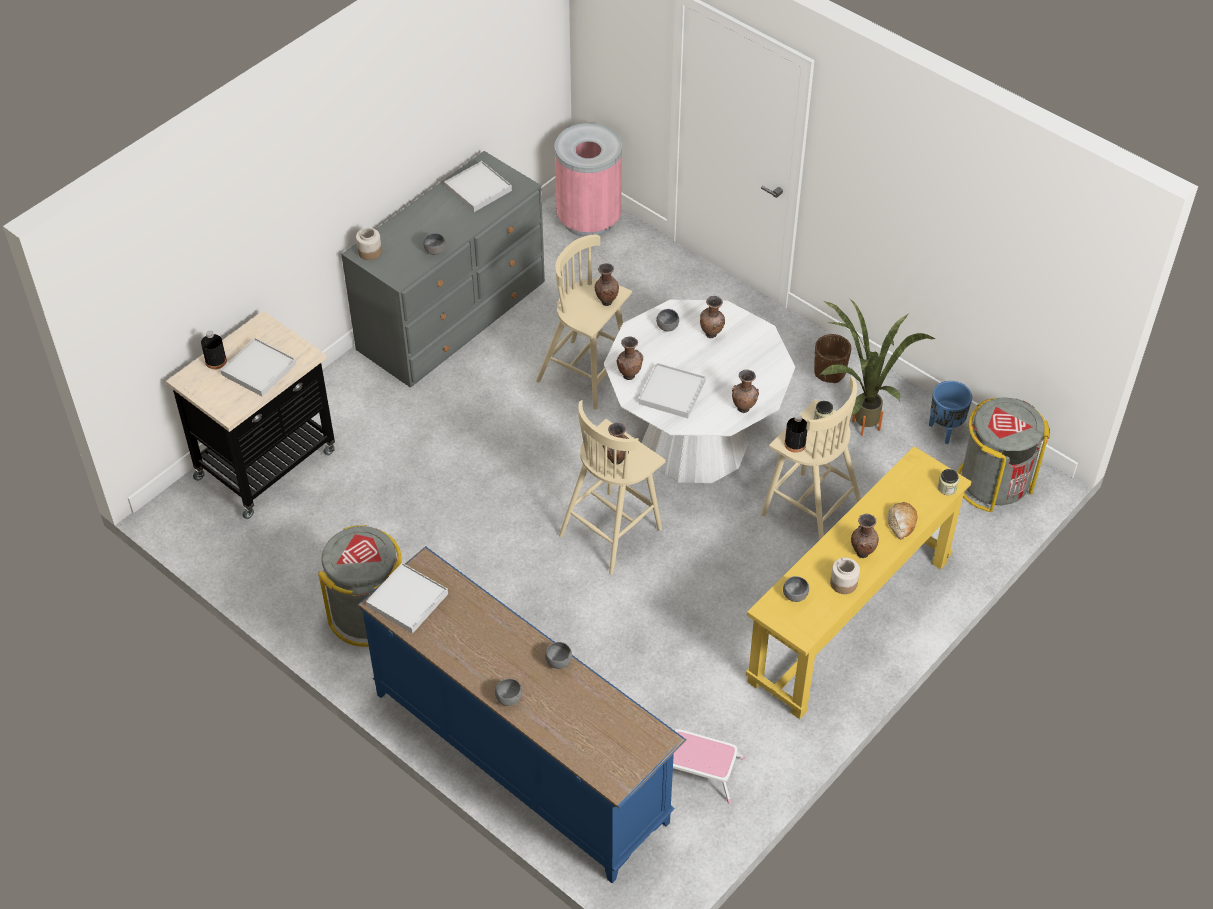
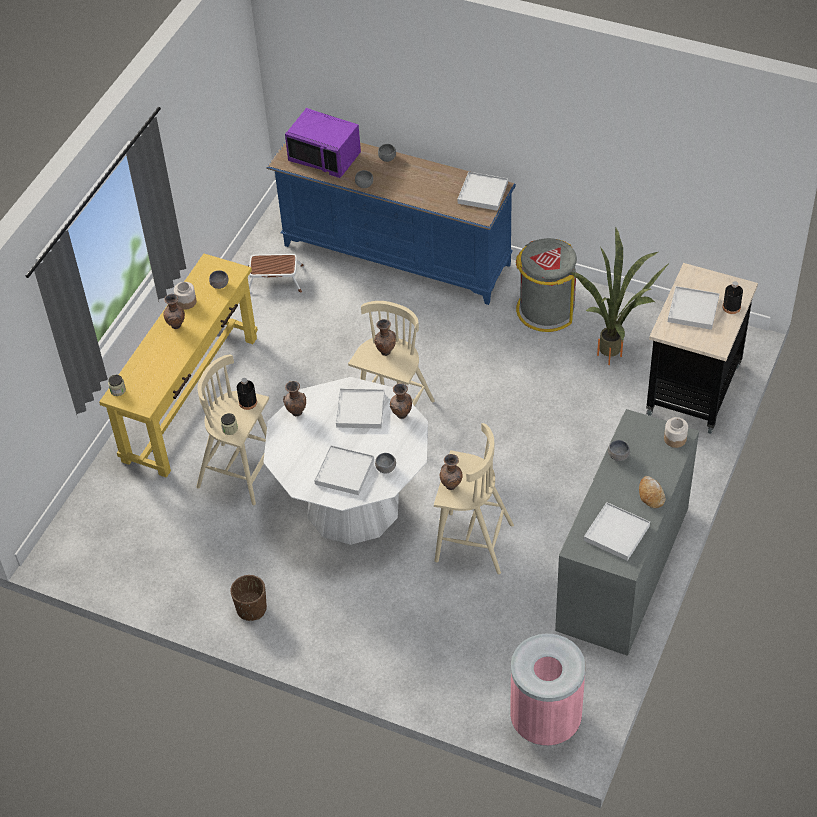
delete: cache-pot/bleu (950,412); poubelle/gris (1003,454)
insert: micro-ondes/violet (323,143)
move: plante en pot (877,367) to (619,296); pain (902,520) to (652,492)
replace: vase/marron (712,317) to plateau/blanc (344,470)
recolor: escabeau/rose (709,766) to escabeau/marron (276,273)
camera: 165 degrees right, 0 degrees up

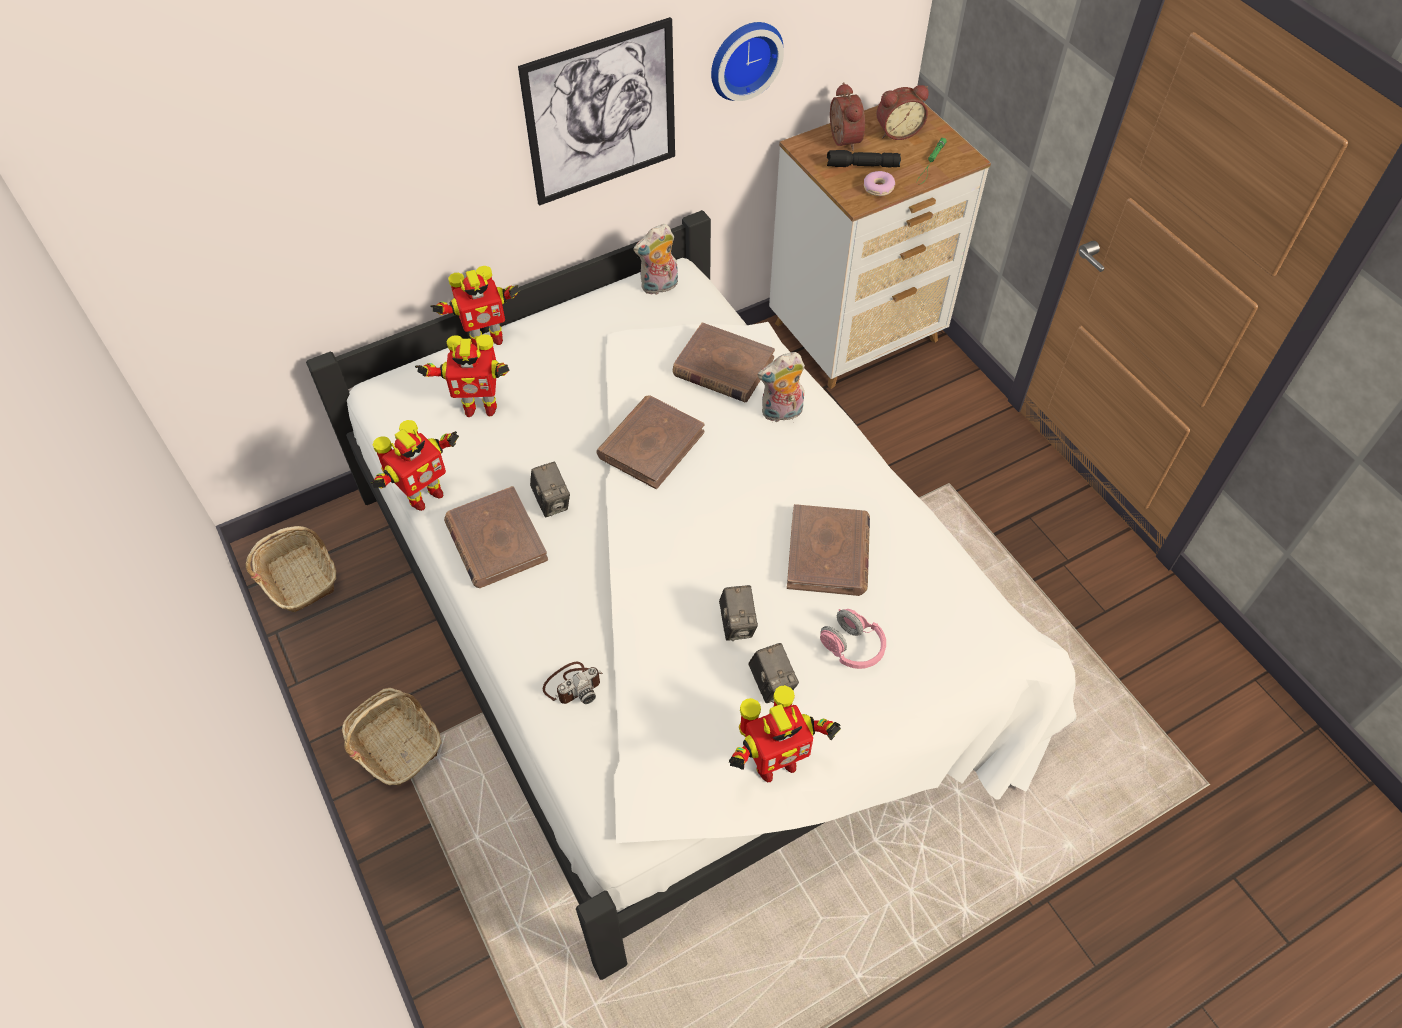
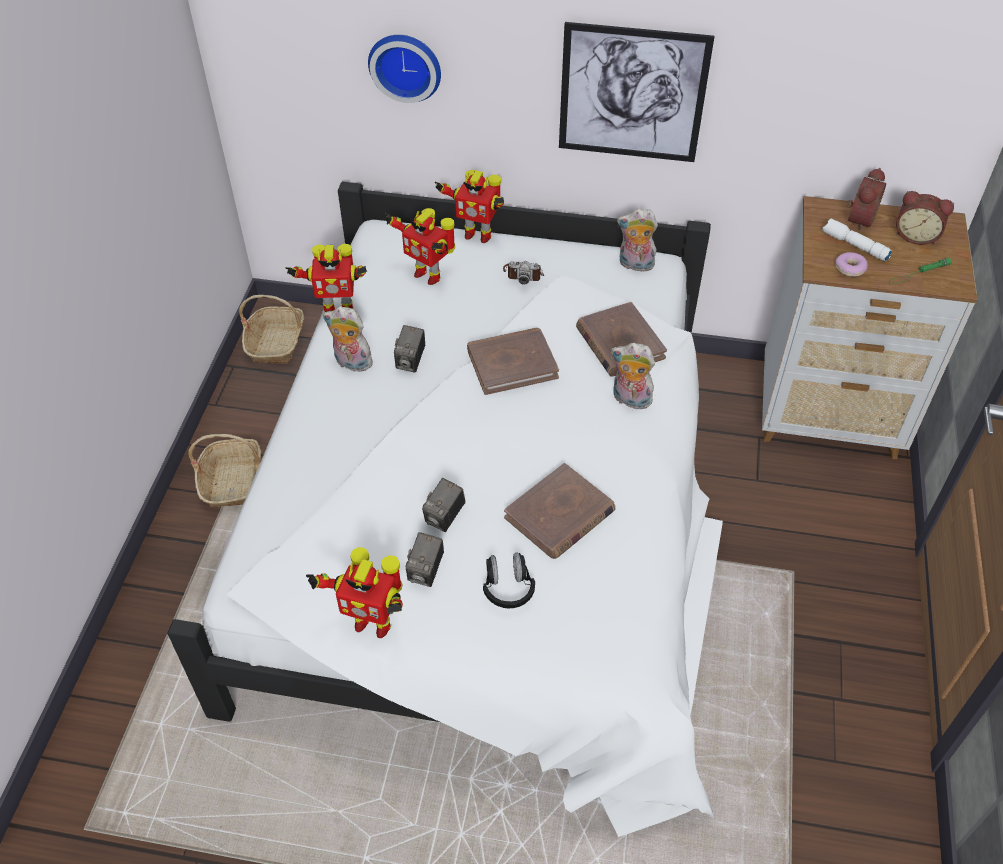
move: appareil photo (573,683) to (523,273); horloge murale (747,61) to (404,69)
replace: livre/marron (496,537) to peluche (348,339)
recolor: casque audio/rose (853,639) to casque audio/noir (509,580); lampe de poche/noir (864,158) to lampe de poche/blanc (857,240)
camera: 40 degrees right, 5 degrees down

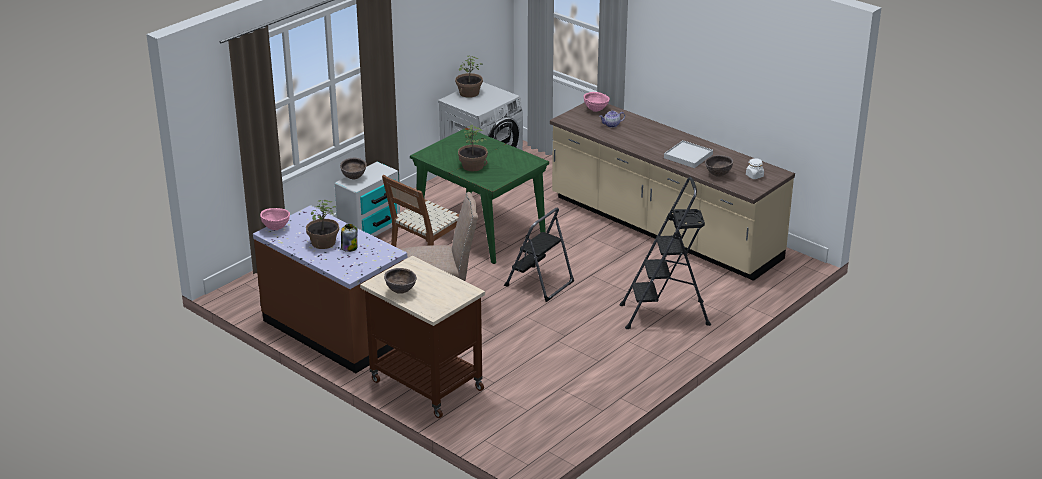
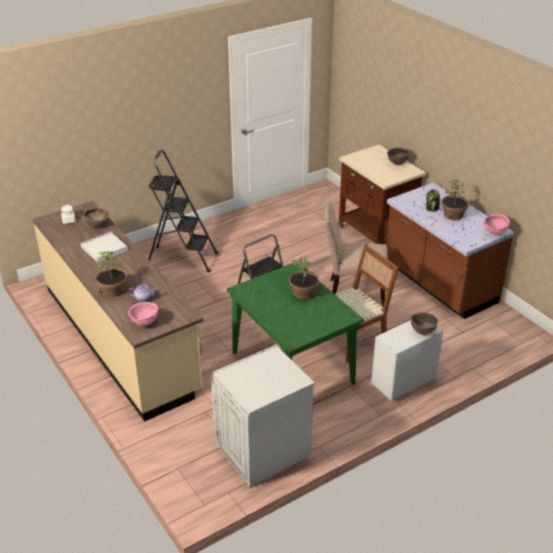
move: plante en pot (469,77) to (110,274)
camera: 165 degrees left, 5 degrees up

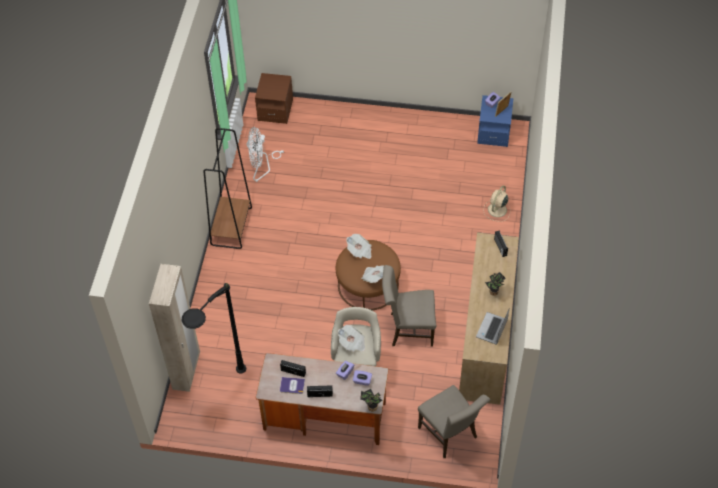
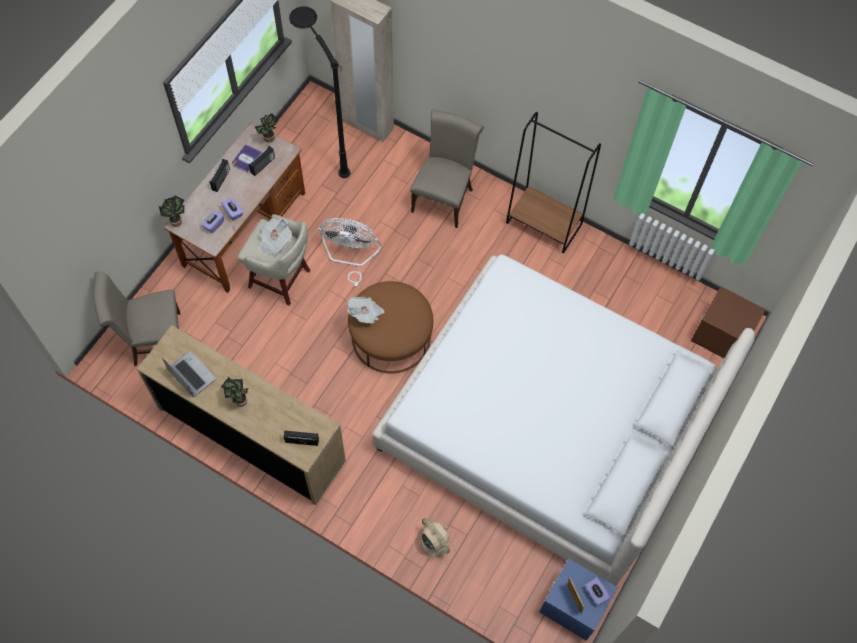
delete: journal (359,246)
insert: plante en pot (266,128); lit/blanc (564,420)
move: ventilateur/blanc (266,154) to (350,252); chaise/beige (409,306) to (447,168)
camera: 110 degrees right, 10 degrees up

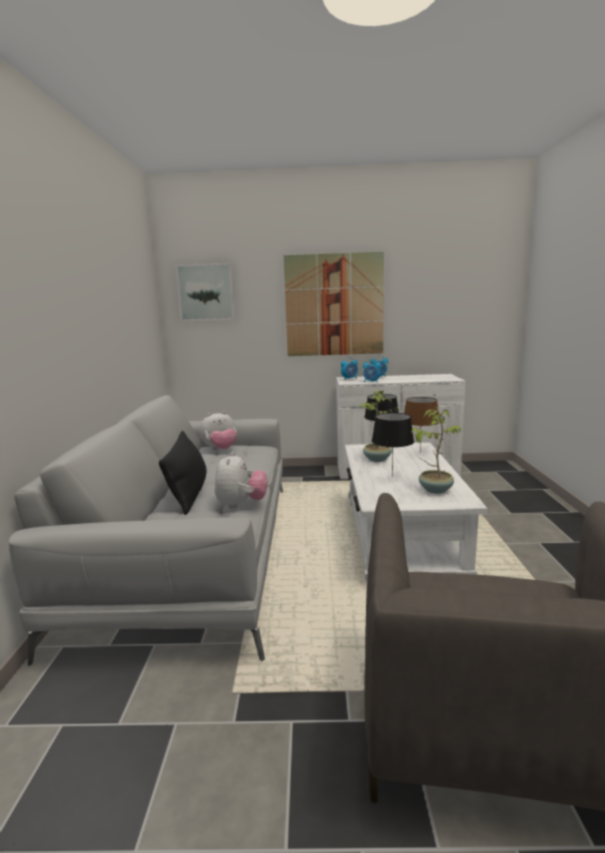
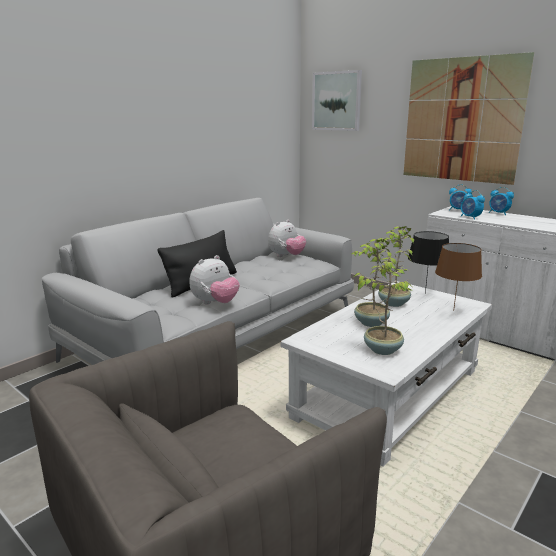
replace: lampe de table/noir (393,445) to plante en pot (371,283)
rotate: peluche (218,430) = (287,238) 60 degrees counterclockwise
camera: 40 degrees right, 5 degrees up

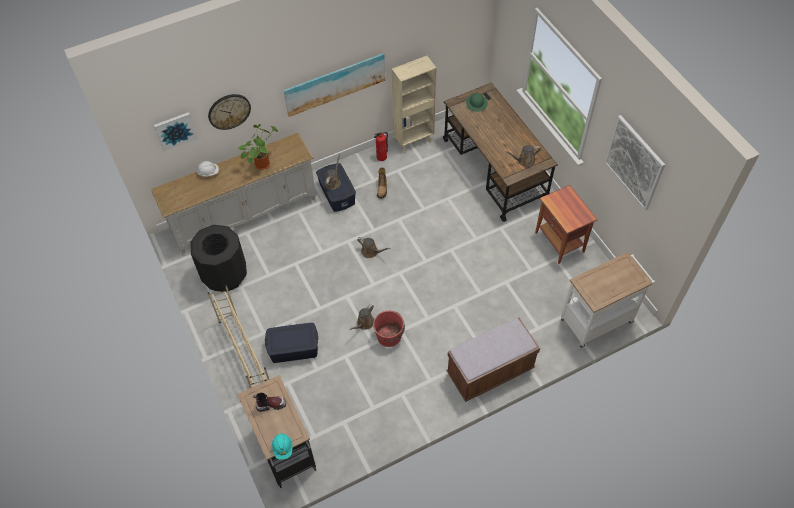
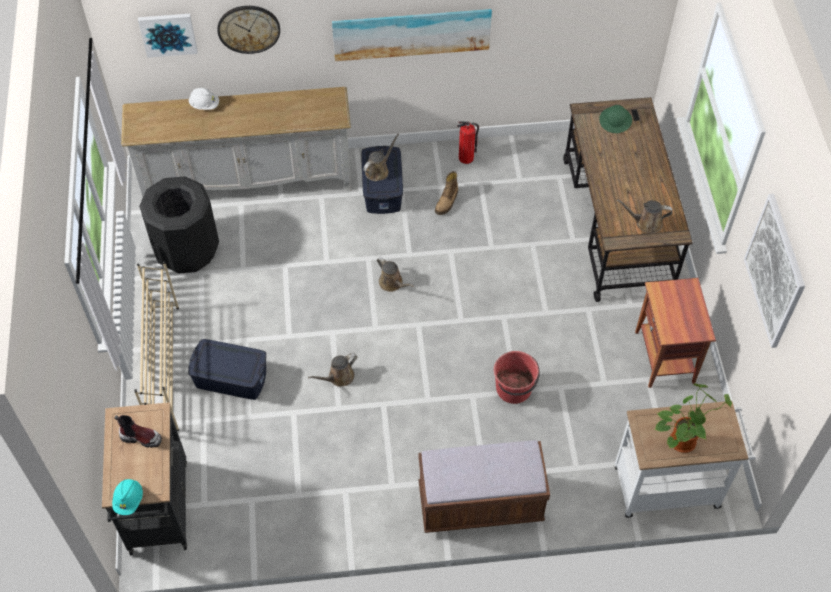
delete: bibliothèque/beige (414,104)
move: plante en pot (258,147) to (693,418); seau/rouge (389,329) to (517,377)
camera: 20 degrees right, 0 degrees up

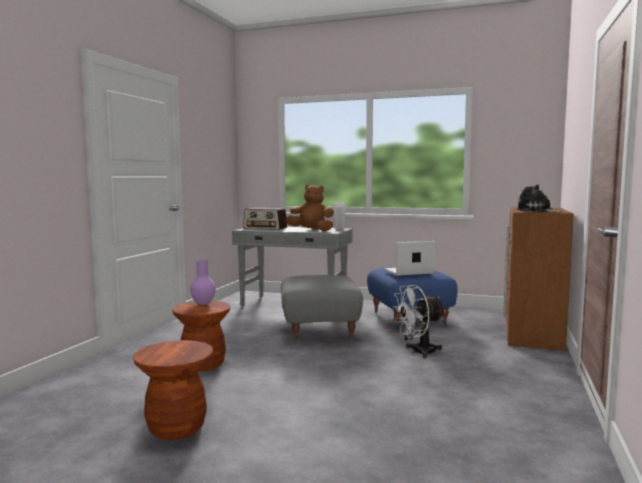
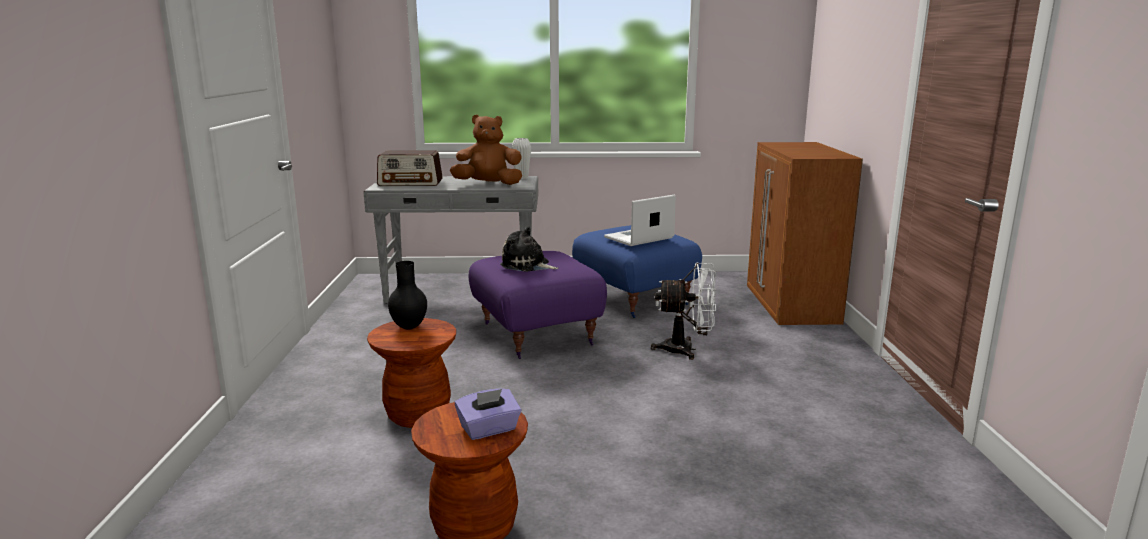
insert: boîte à mouchoirs/violet (488,414)
move: peluche (539,198) to (529,249)
recolor: vase/violet (203,282) to vase/noir (407,295); pouf/gris (322,309) to pouf/violet (538,305)
rotate: ventilateur/blanc (418,321) = (684,311) 135 degrees counterclockwise
camera: 20 degrees left, 10 degrees up

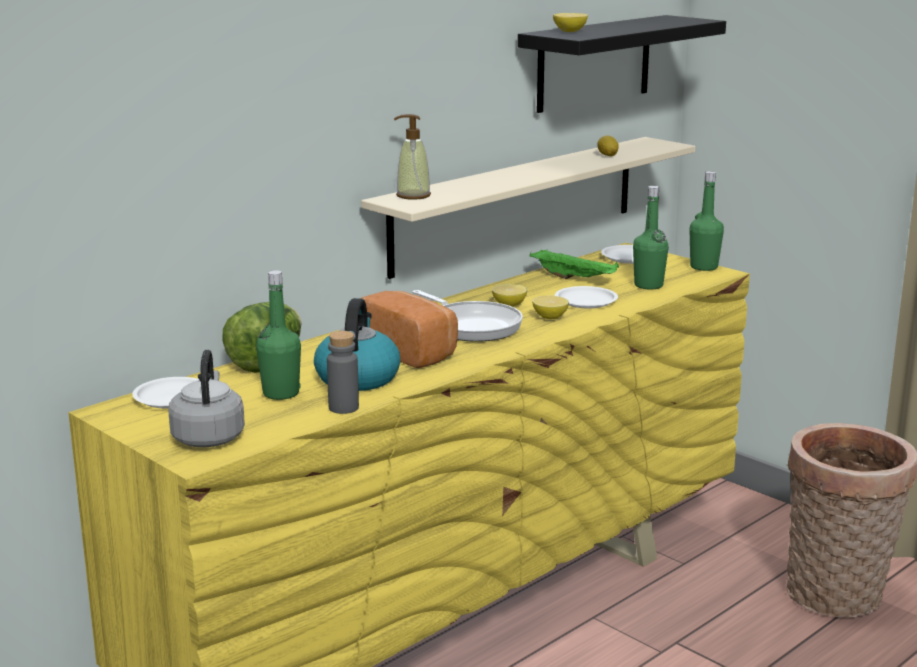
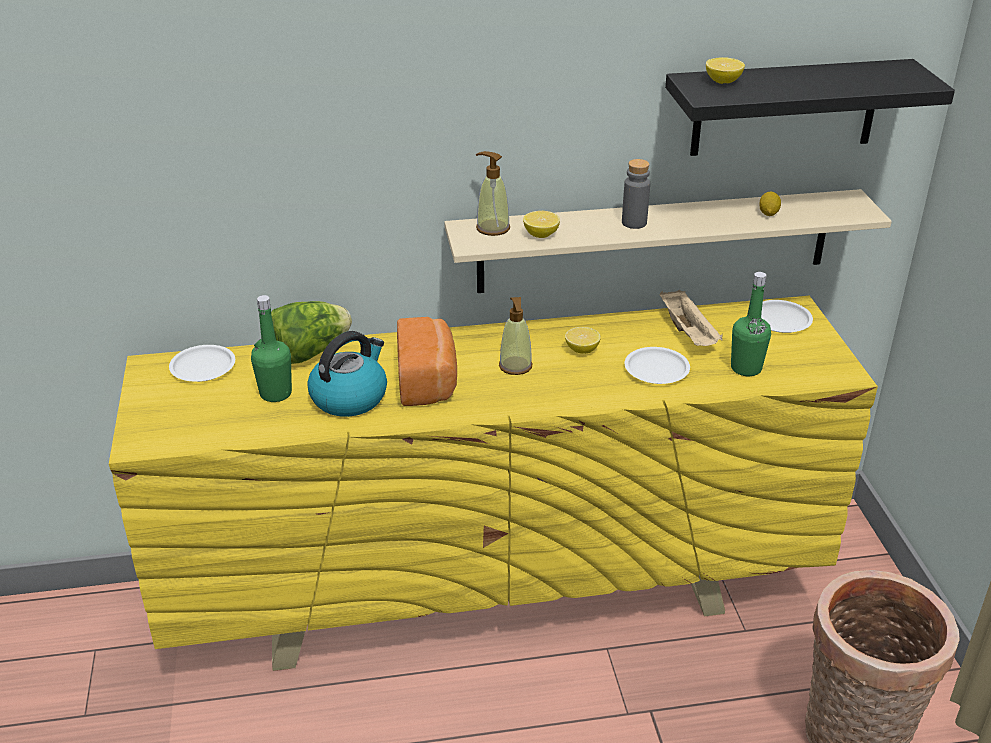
delete: bouilloire/gris (206,398); bouteille/vert (707,221)
move: bouteille/gris (343,372) to (636,194); citron (550,307) to (541,224)
replace: poêle (467,316) to distributeur de savon (515,336)
recolor: plateau/vert (574,264) to plateau/beige (691,318)
camera: 35 degrees right, 15 degrees up

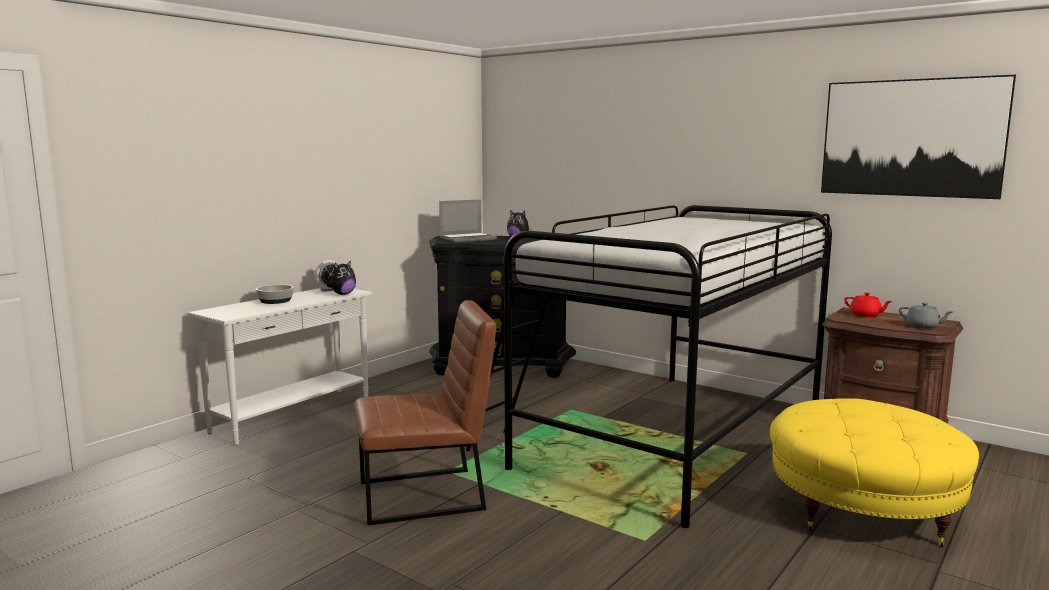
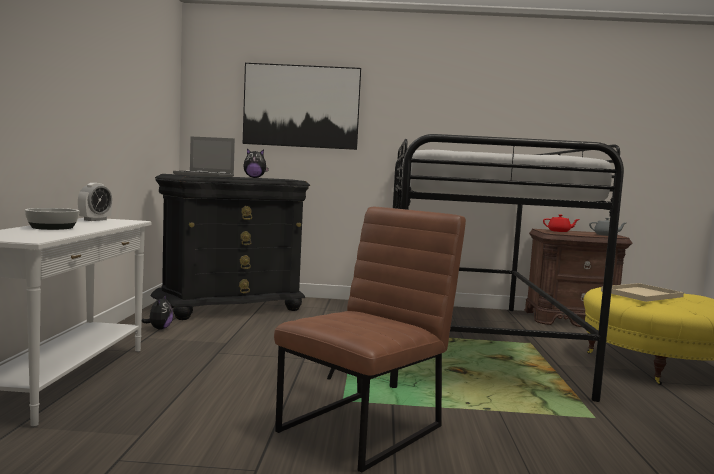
insert: plateau/beige (642,292)
move: peluche (341,277) to (157,312); tableau (918,137) to (302,106)
rotate: ordinateur portable (468,221) = (204,156) 75 degrees clockwise
camera: 35 degrees left, 5 degrees down

